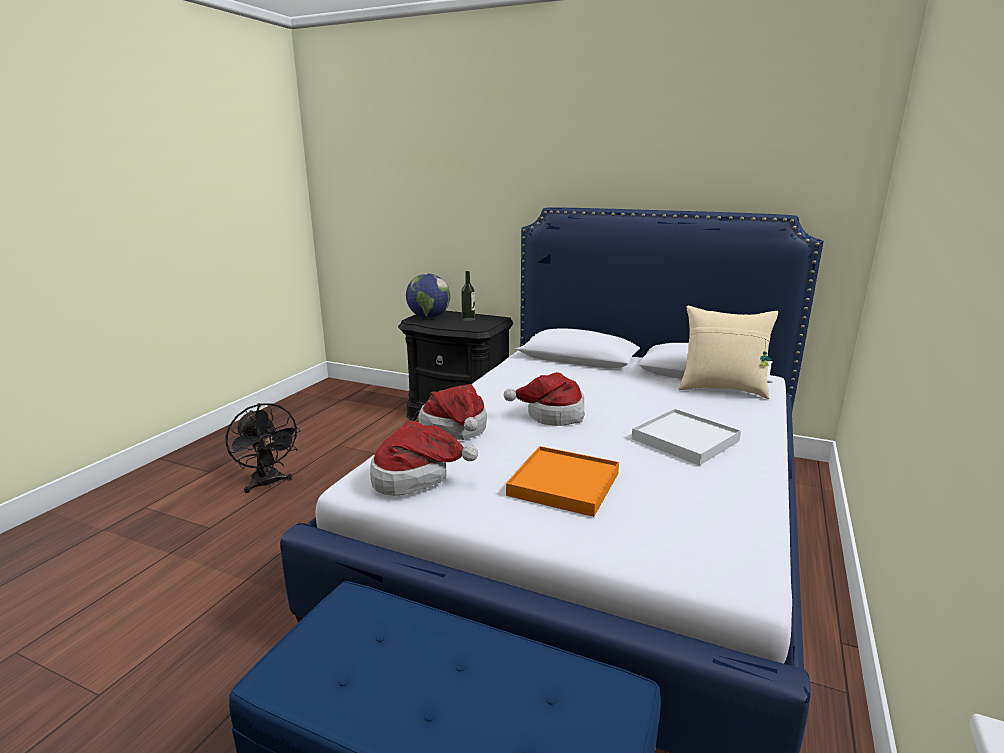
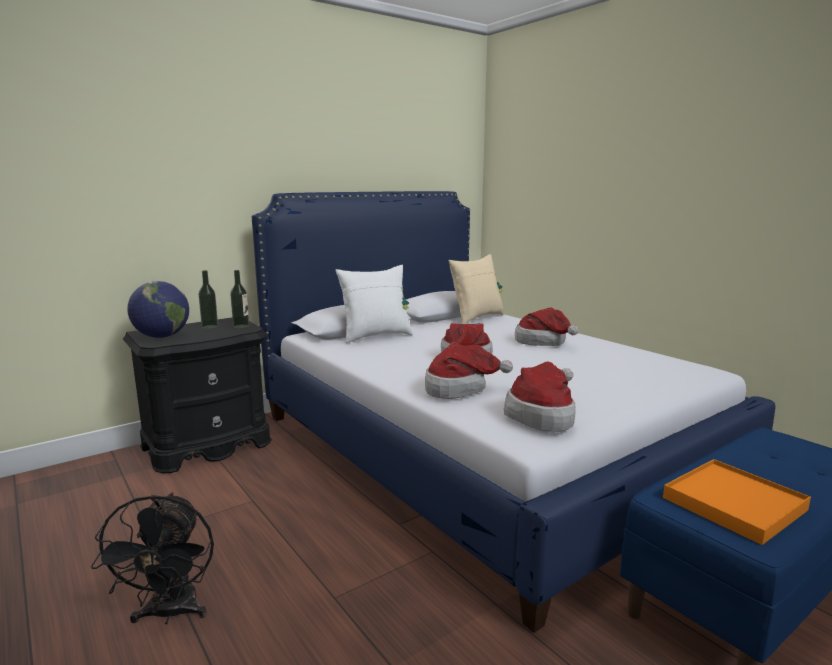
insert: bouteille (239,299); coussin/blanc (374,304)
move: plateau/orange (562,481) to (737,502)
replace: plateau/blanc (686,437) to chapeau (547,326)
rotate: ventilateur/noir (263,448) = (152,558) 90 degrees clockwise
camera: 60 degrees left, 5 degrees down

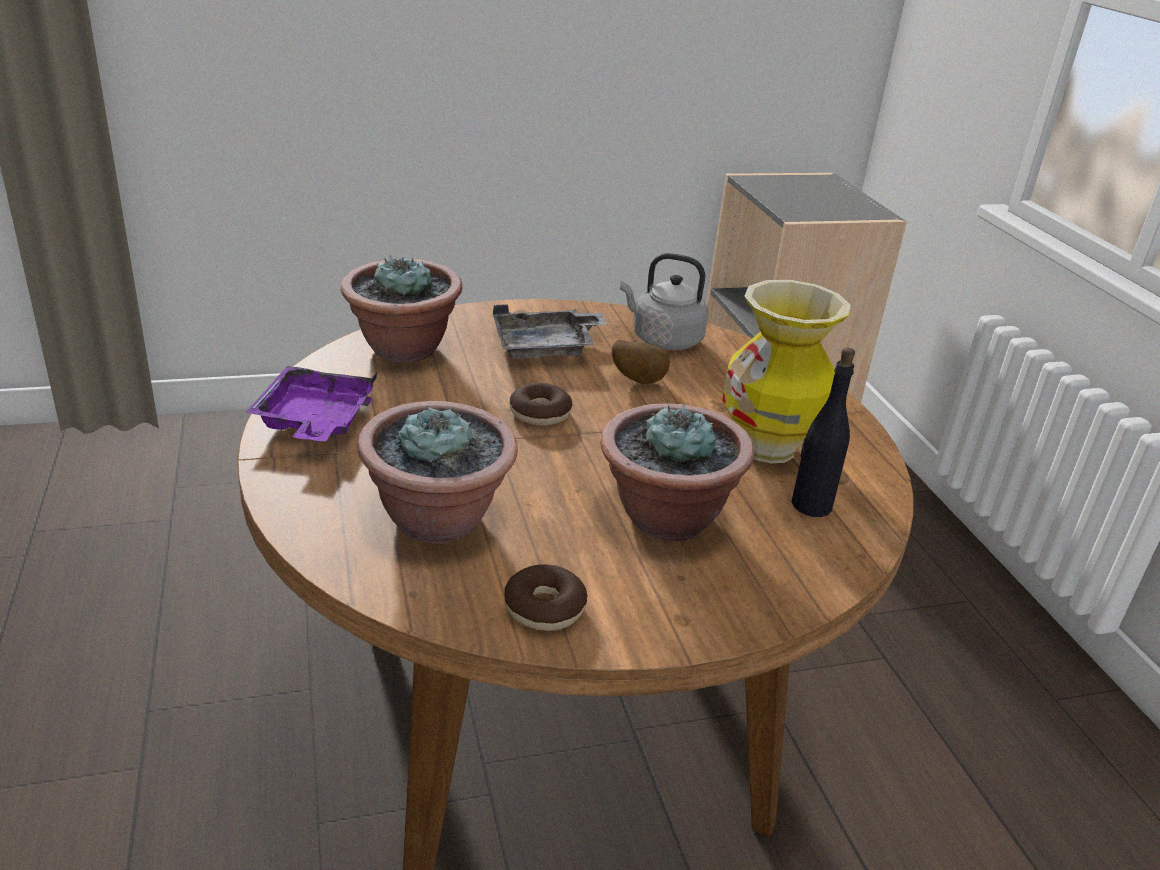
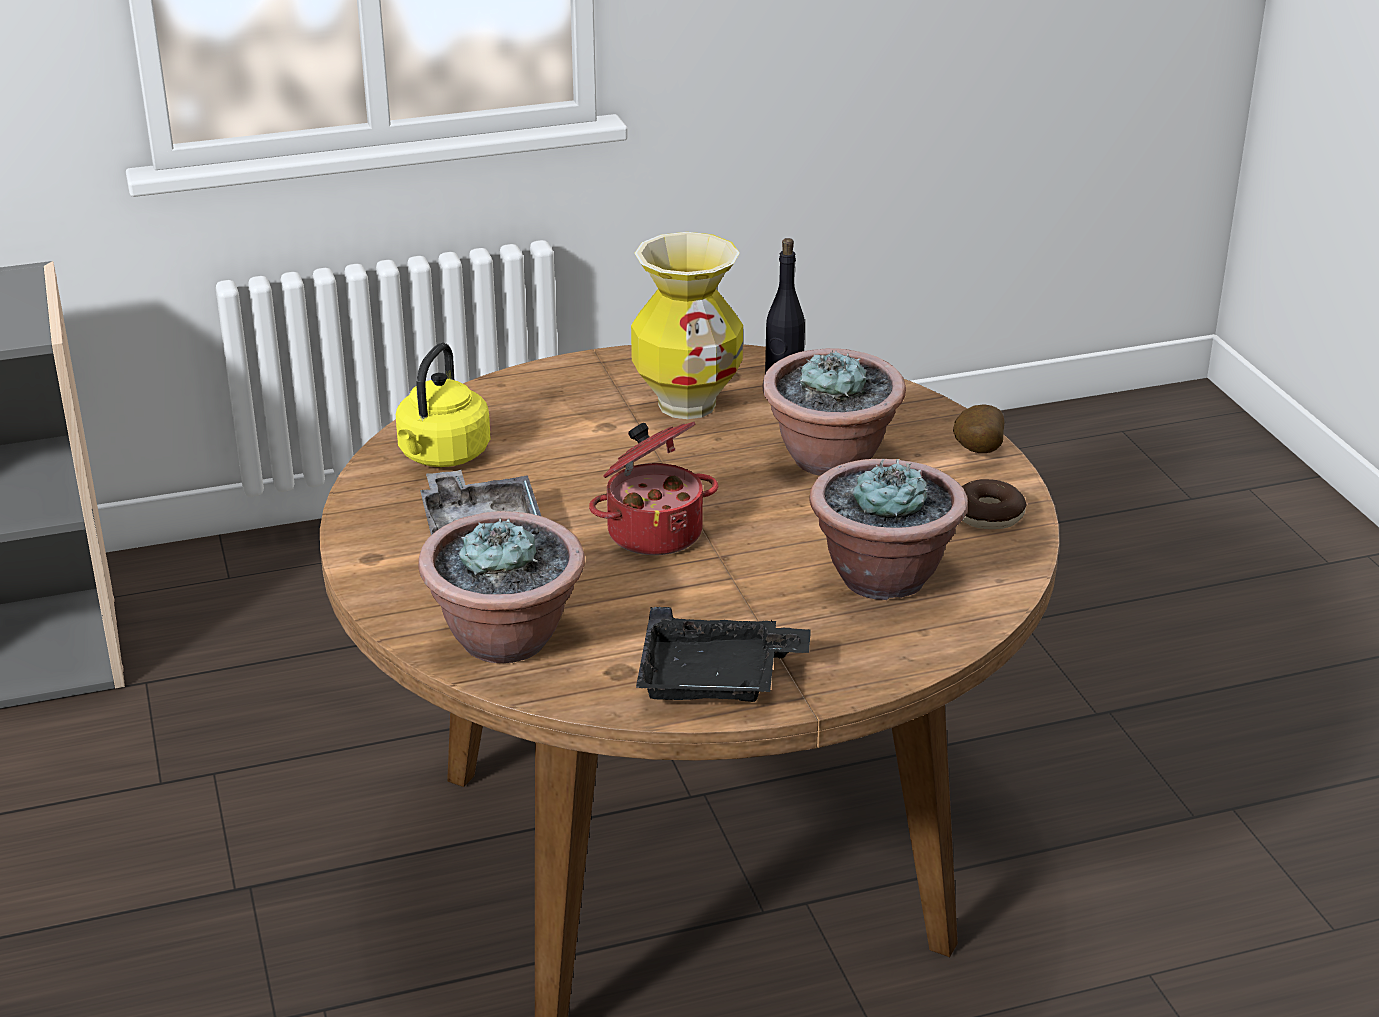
move: pomme de terre (641,362) to (978,428)
replace: beignet (541,404) to marmite (653,488)
recolor: plateau/violet (311,403) to plateau/noir (723,654); bouilloire/gris (664,301) to bouilloire/jaune (443,405)
camera: 90 degrees left, 0 degrees up

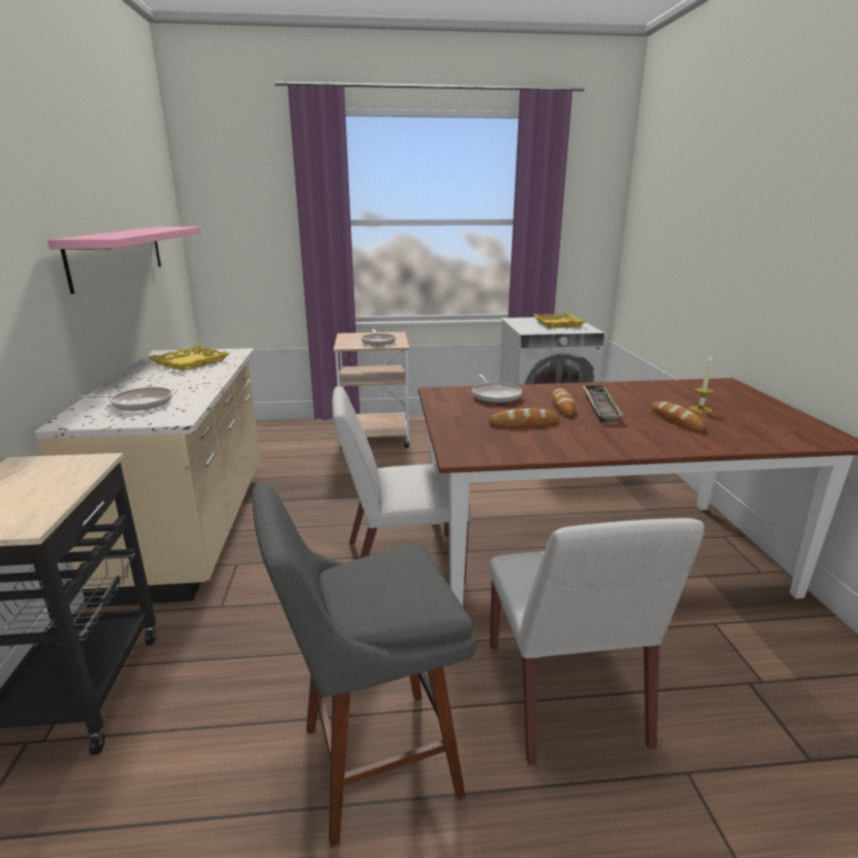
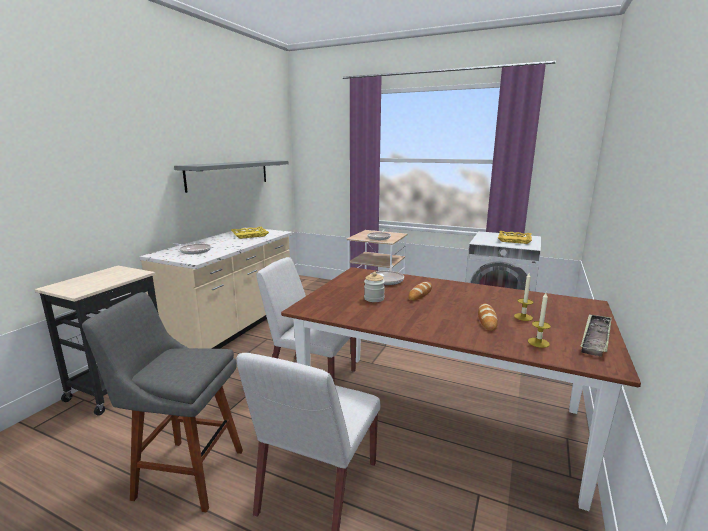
insert: bougie (539,320)
move: plateau (603,403) to (596,335)
replace: pain (524,417) to bocal (374,287)
recolor: étagère/rose (125,260) to étagère/gris (231,176)
camera: 30 degrees right, 5 degrees down

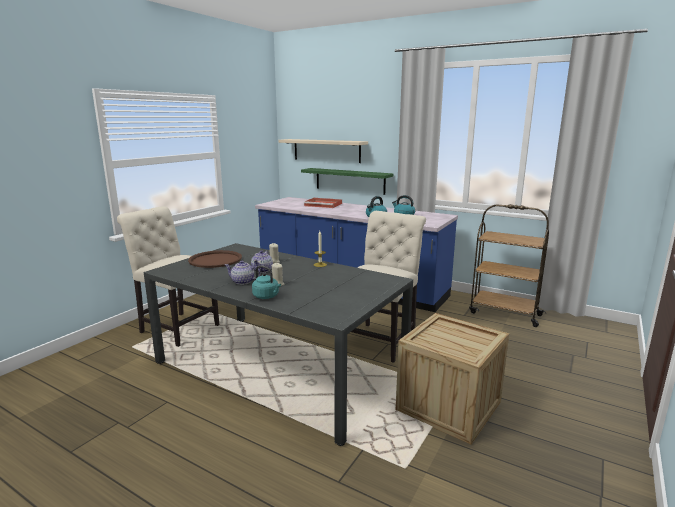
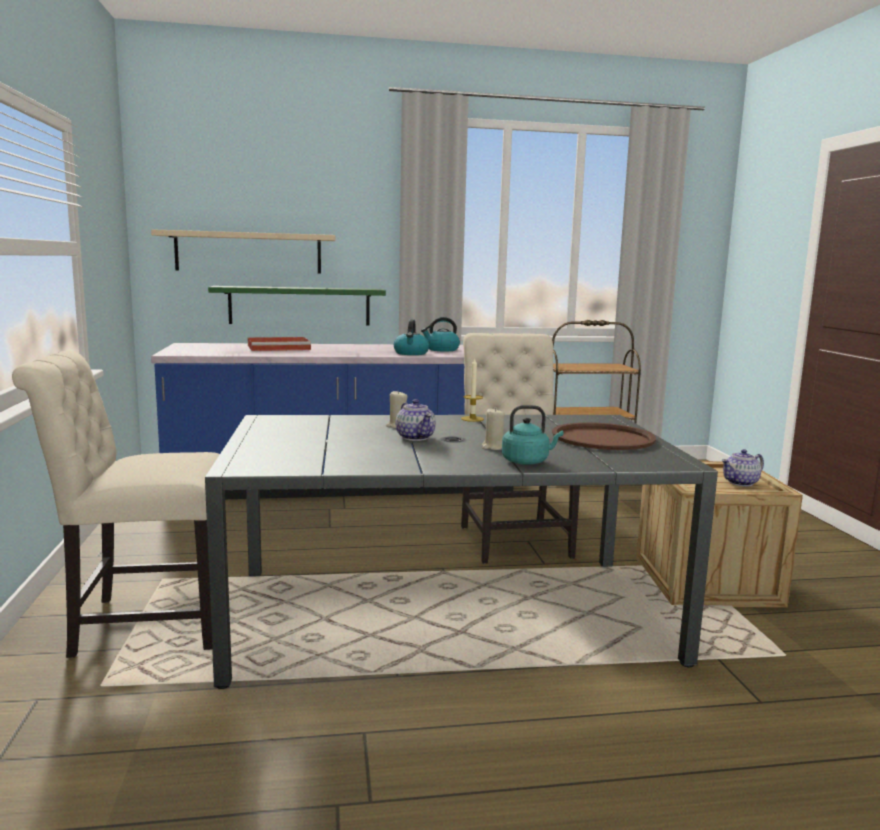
move: plateau/marron (215,259) to (604,436); théière (243,273) to (742,467)
camera: 40 degrees left, 5 degrees down

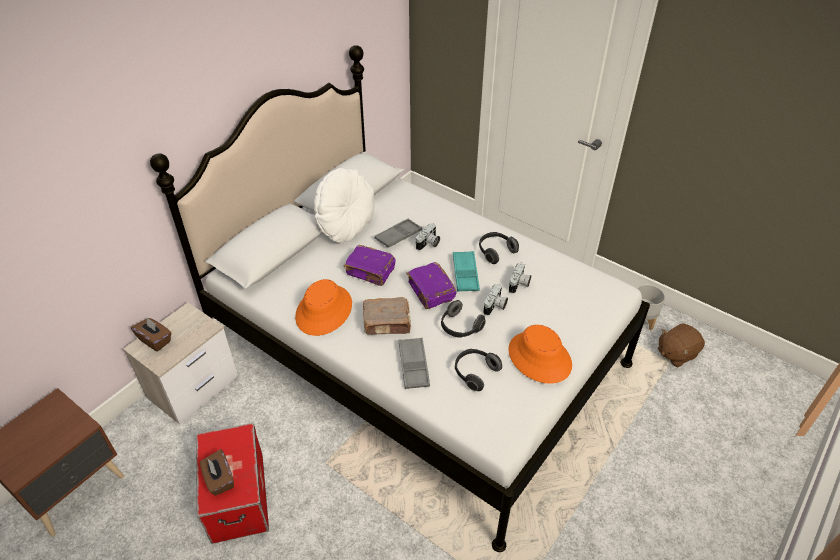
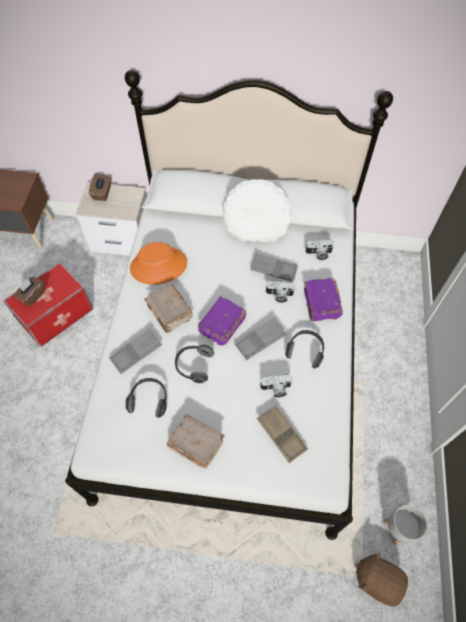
insert: plateau/marron (282,434)
move: livre/violet (370,265) to (323,299); appareil photo (495,300) to (319,249)
replace: chapeau/orange (540,354) to livre/marron (196,441)
recolor: plateau/turquoise (466,271) to plateau/gris (260,339)
camera: 60 degrees right, 15 degrees up

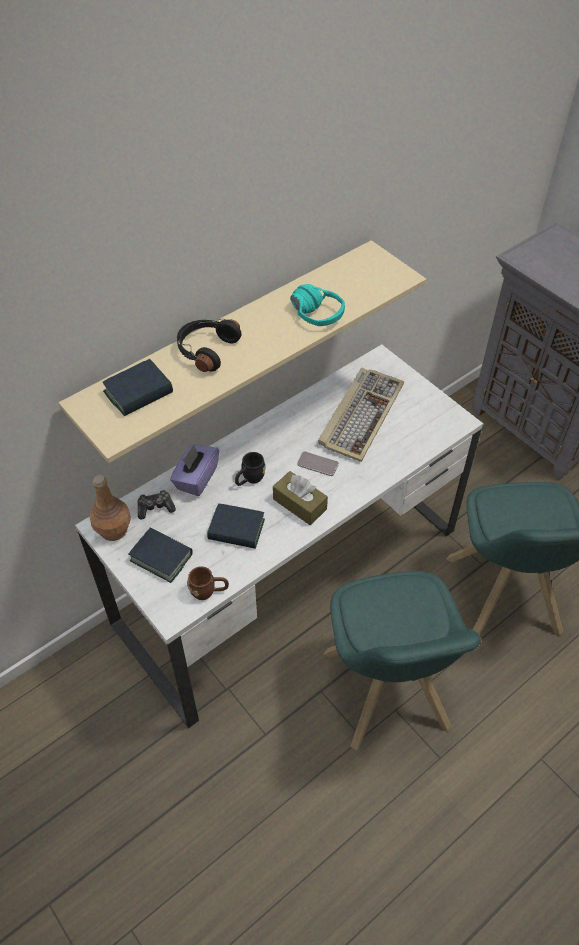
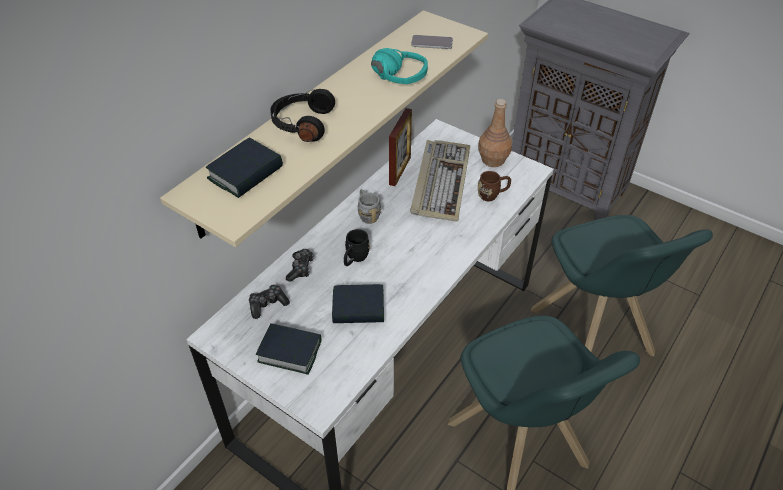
delete: boîte à mouchoirs/marron (300,498)
insert: mug/gris (369,206); cadre photo (400,147)
move: bouteille/marron (110,508) to (495,133); mug/marron (208,583) to (494,186); téléphone (318,463) to (432,42)
replace: boîte à mouchoirs/violet (194,470) to manette (300,265)
camera: 15 degrees left, 5 degrees down

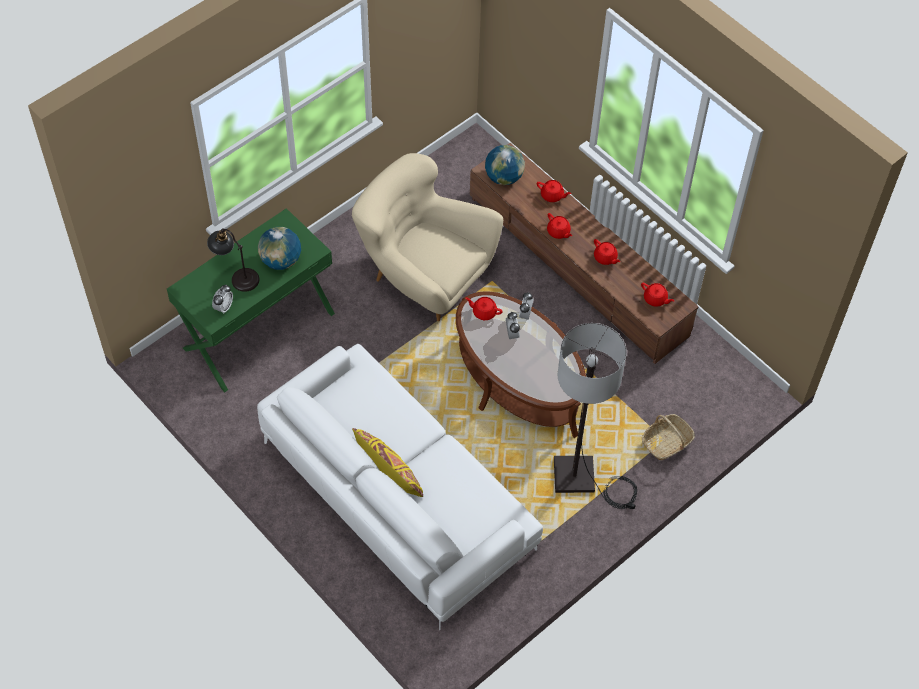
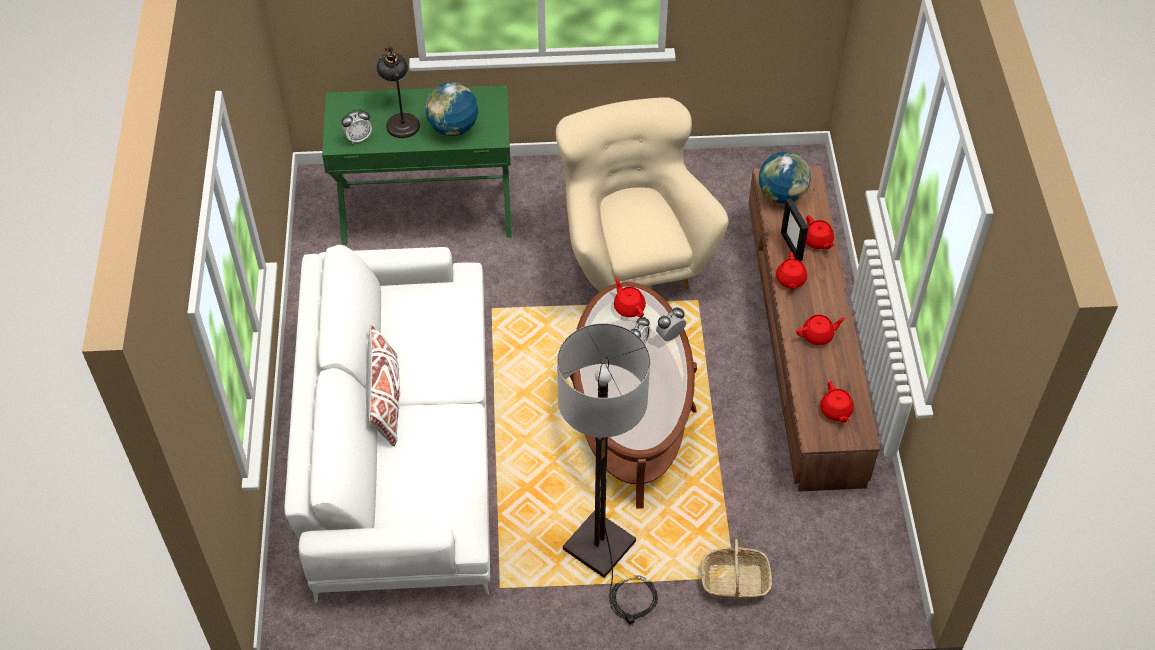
insert: cadre photo (794,229)
recolor: coussin/jaune (387,462) to coussin/blanc (383,385)
rotate: théière/rouge (607,252) = (821,330) 105 degrees counterclockwise
camera: 40 degrees right, 5 degrees down

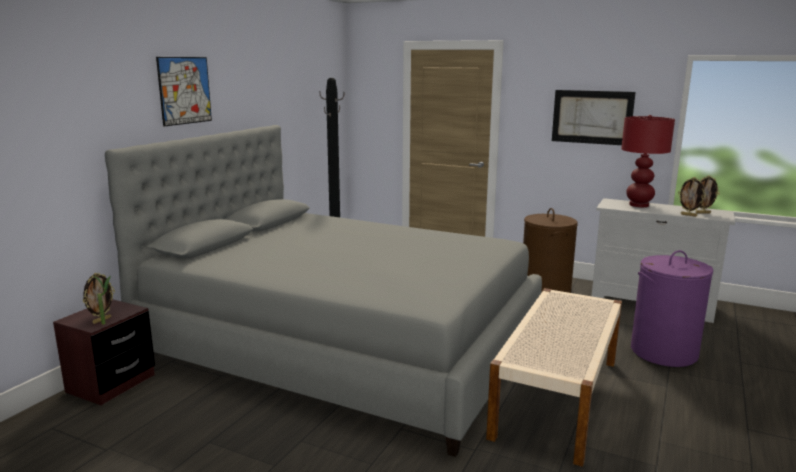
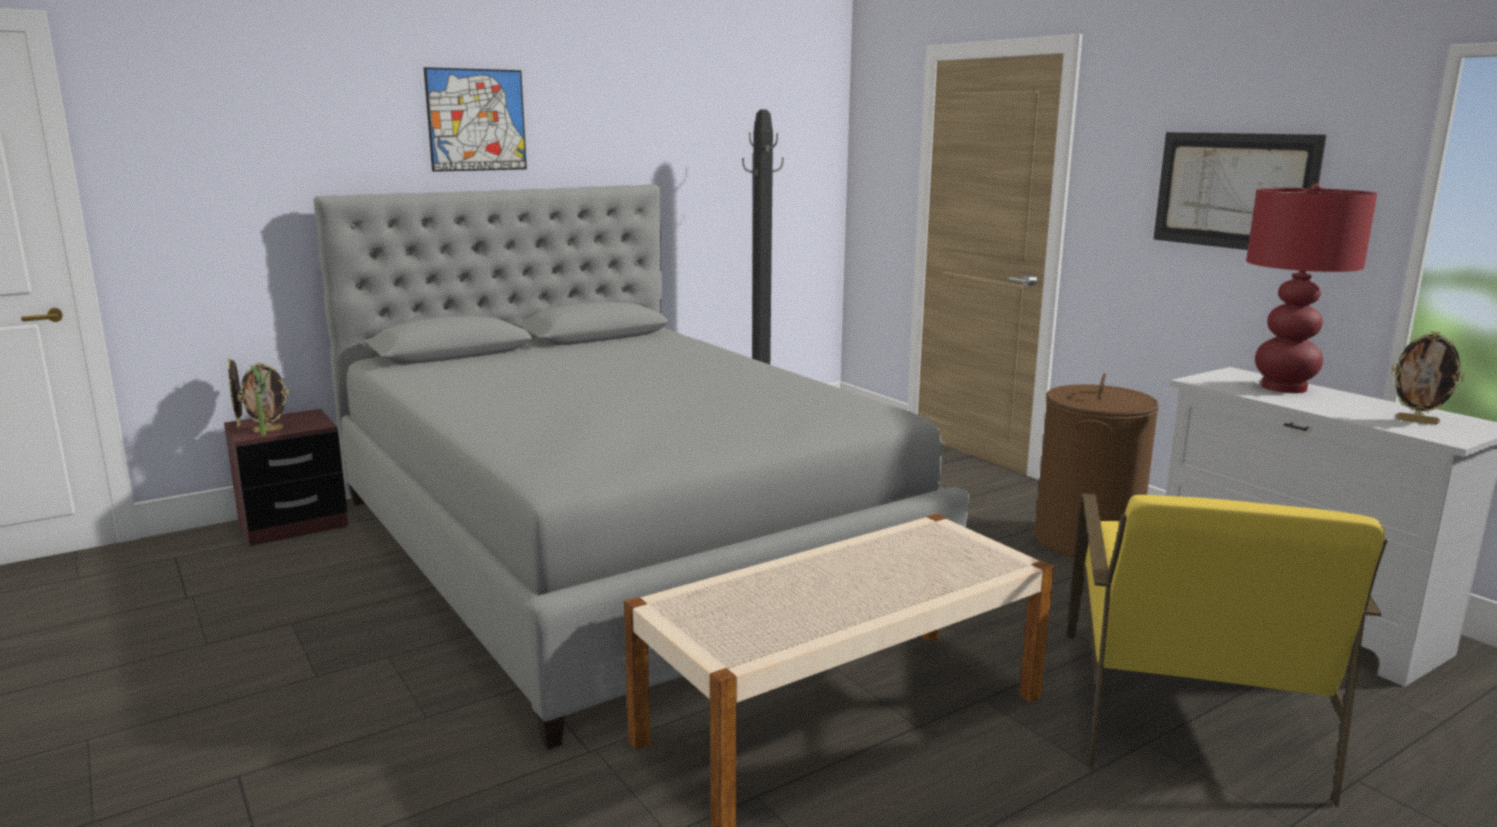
move: cadre photo (692,197) to (235,393)
replace: panier à linge/violet (672,308) to fauteuil/jaune (1227,650)
camera: 30 degrees right, 0 degrees up

